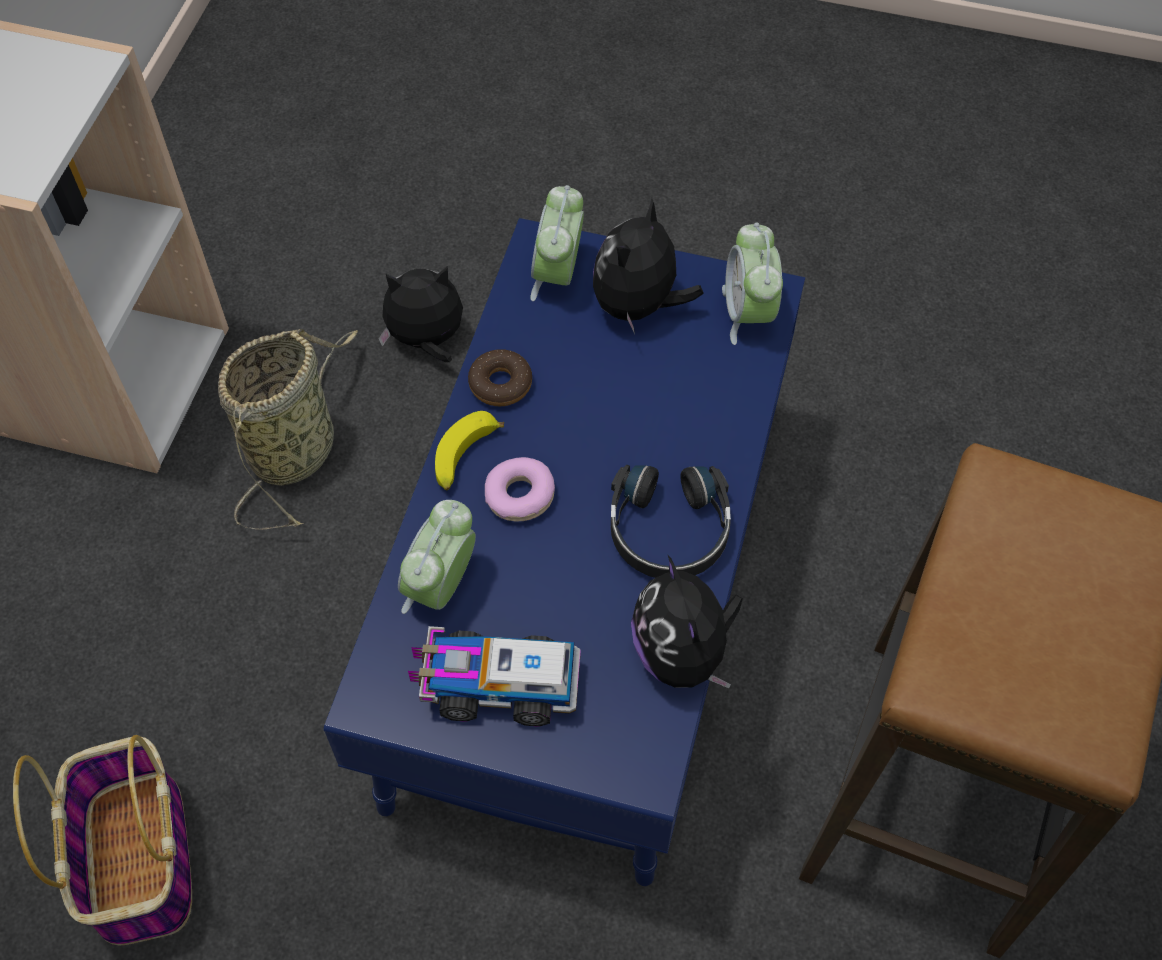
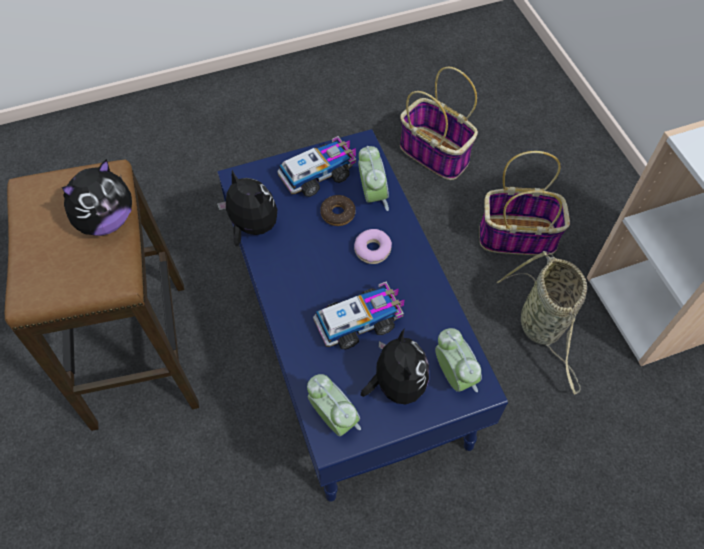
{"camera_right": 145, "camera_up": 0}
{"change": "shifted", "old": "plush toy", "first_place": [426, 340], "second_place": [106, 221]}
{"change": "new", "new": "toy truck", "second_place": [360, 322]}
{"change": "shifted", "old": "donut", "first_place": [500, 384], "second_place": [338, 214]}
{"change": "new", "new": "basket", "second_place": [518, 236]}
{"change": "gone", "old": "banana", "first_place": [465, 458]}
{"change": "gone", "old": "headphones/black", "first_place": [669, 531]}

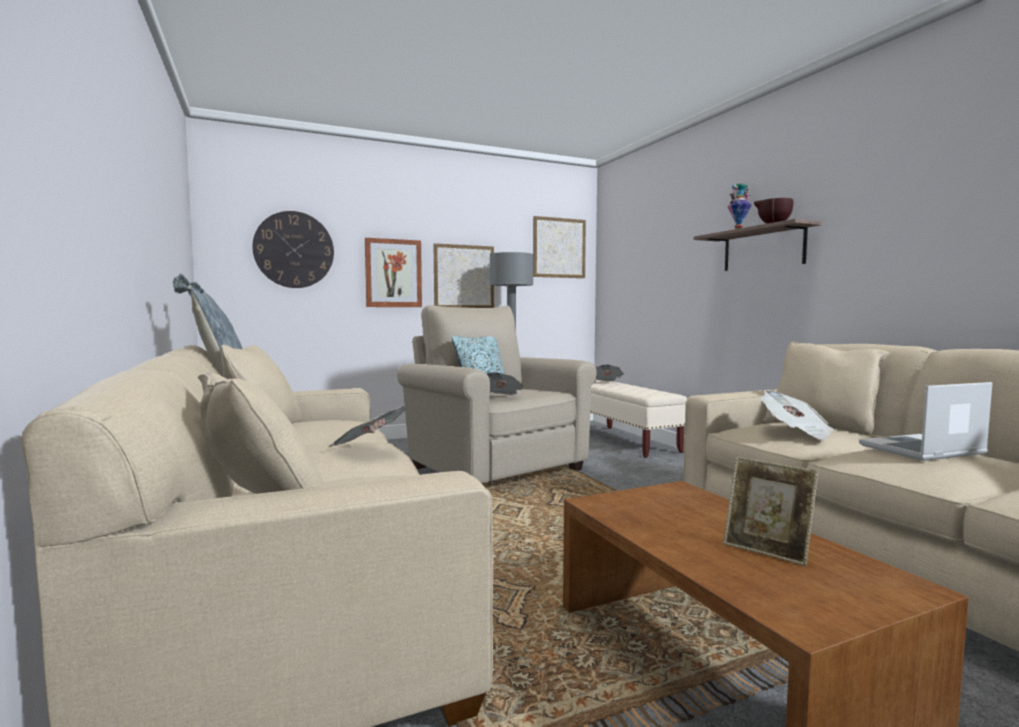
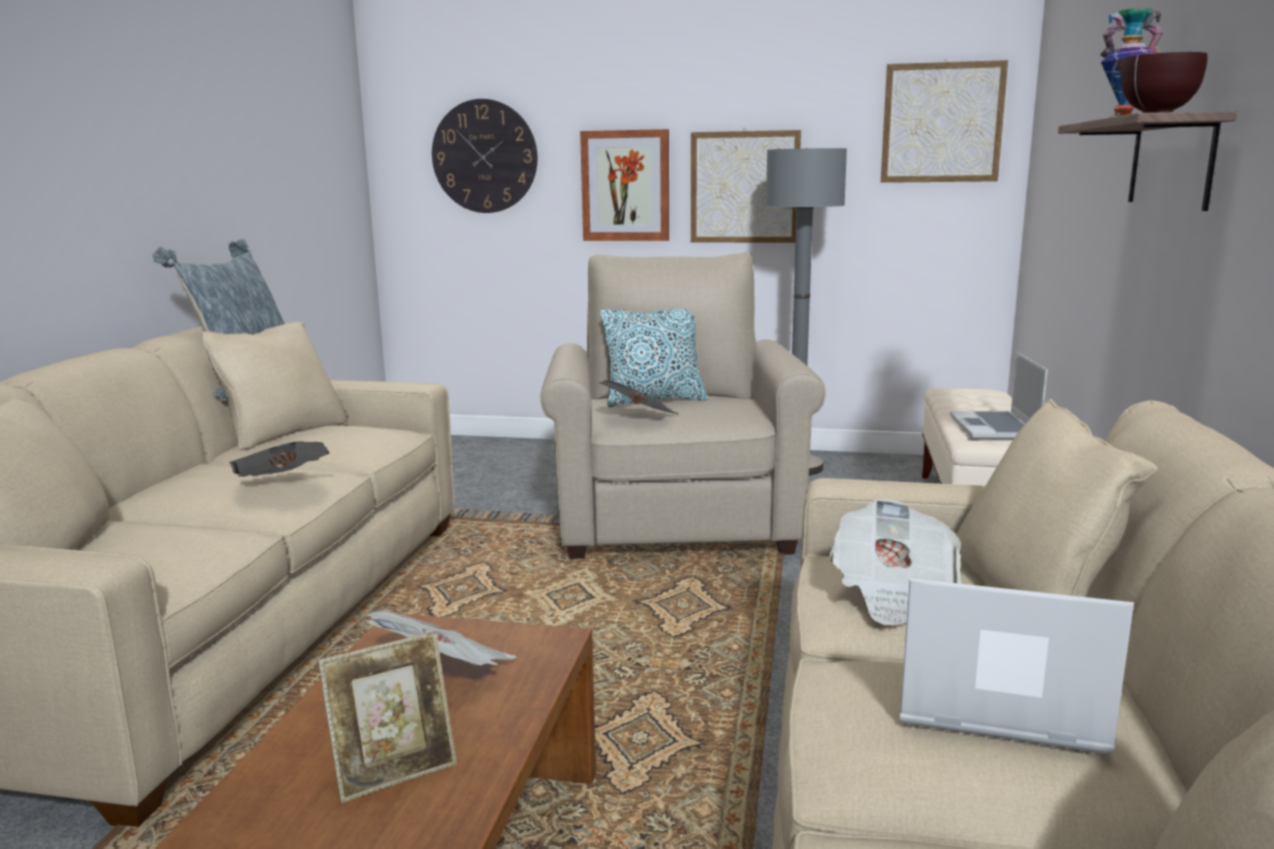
{"camera_right": 35, "camera_up": 10}
{"change": "rotated", "old": "picture frame", "first_place": [767, 550], "second_place": [395, 771], "degrees": -105}
{"change": "shifted", "old": "newspaper", "first_place": [606, 383], "second_place": [445, 673]}
{"change": "new", "new": "laptop", "second_place": [995, 428]}

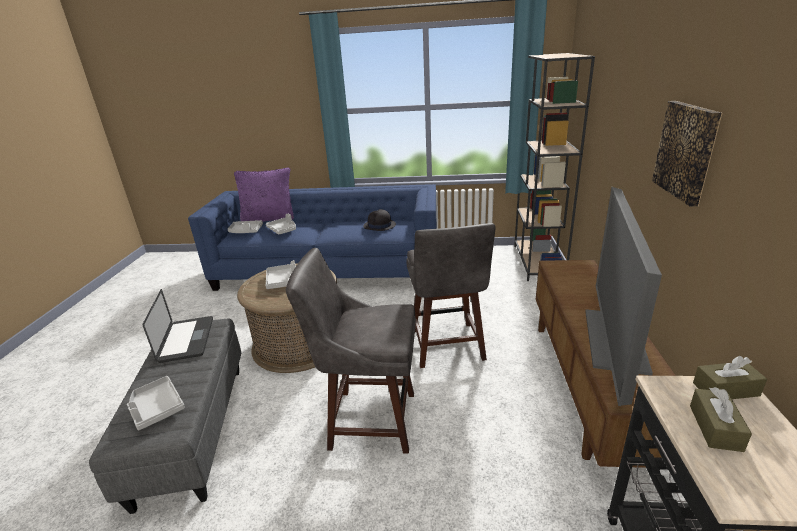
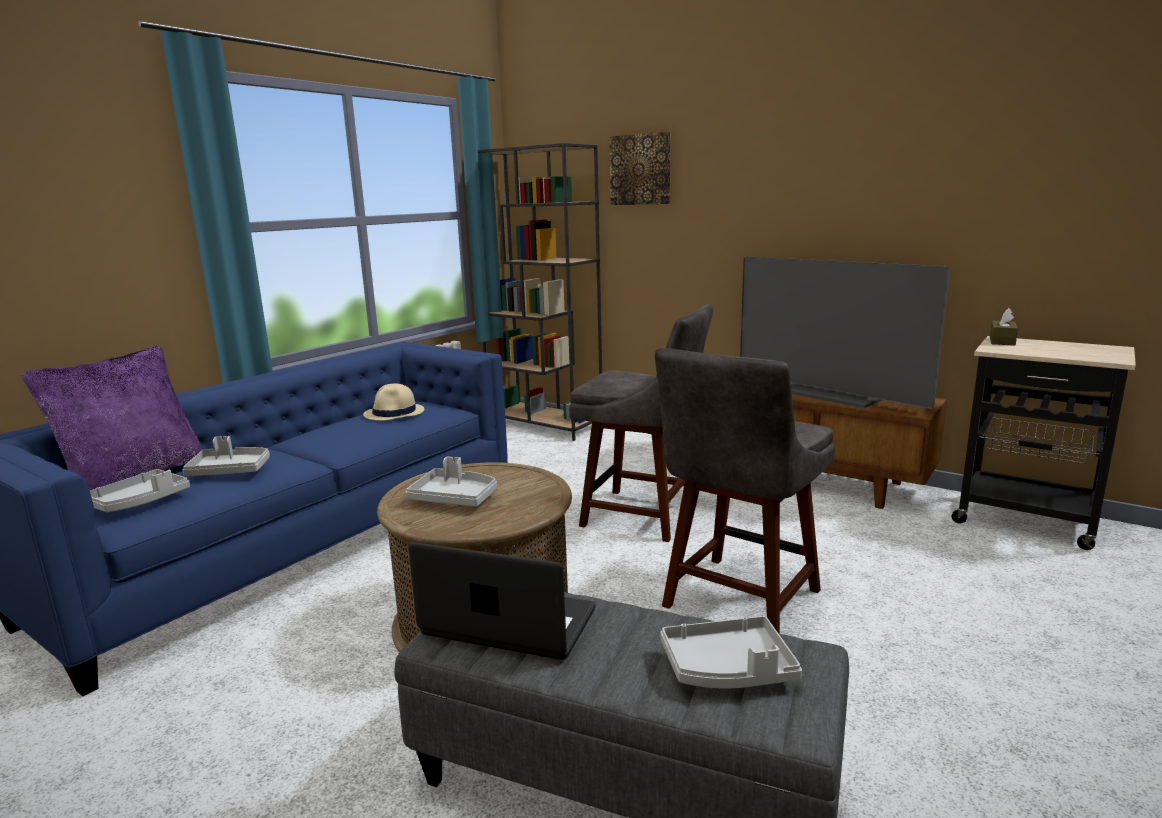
{"camera_right": -60, "camera_up": -10}
{"change": "repainted", "old": "hat/black", "new": "hat/beige", "first_place": [379, 226], "second_place": [394, 413]}
{"change": "shifted", "old": "picture", "first_place": [686, 151], "second_place": [641, 169]}
{"change": "gone", "old": "tissue box/brown", "first_place": [715, 427]}

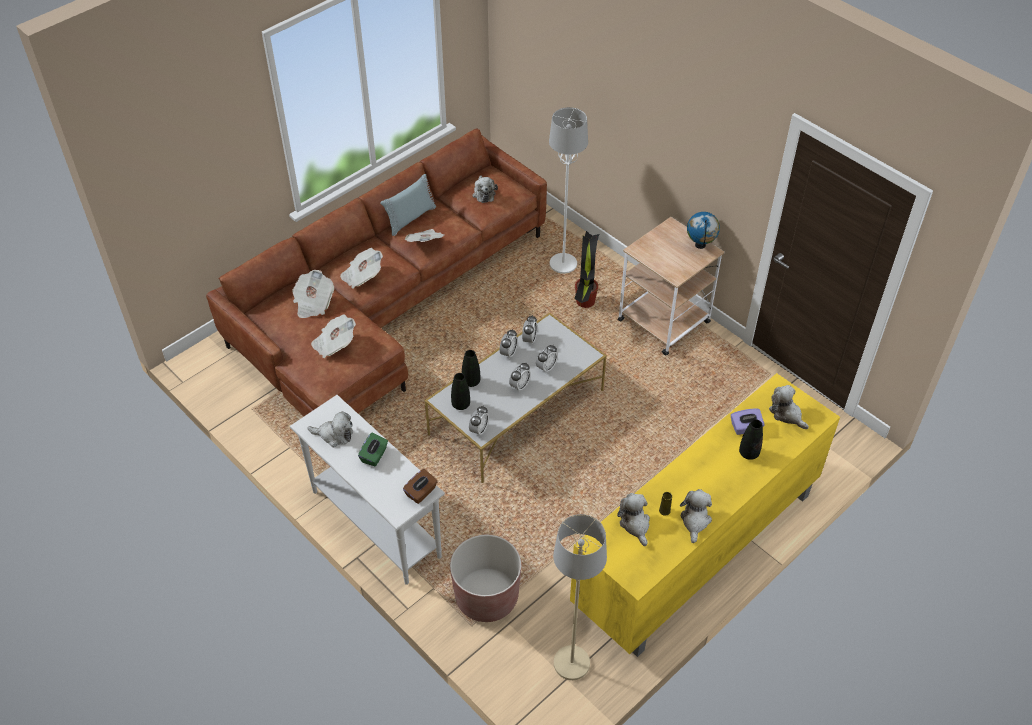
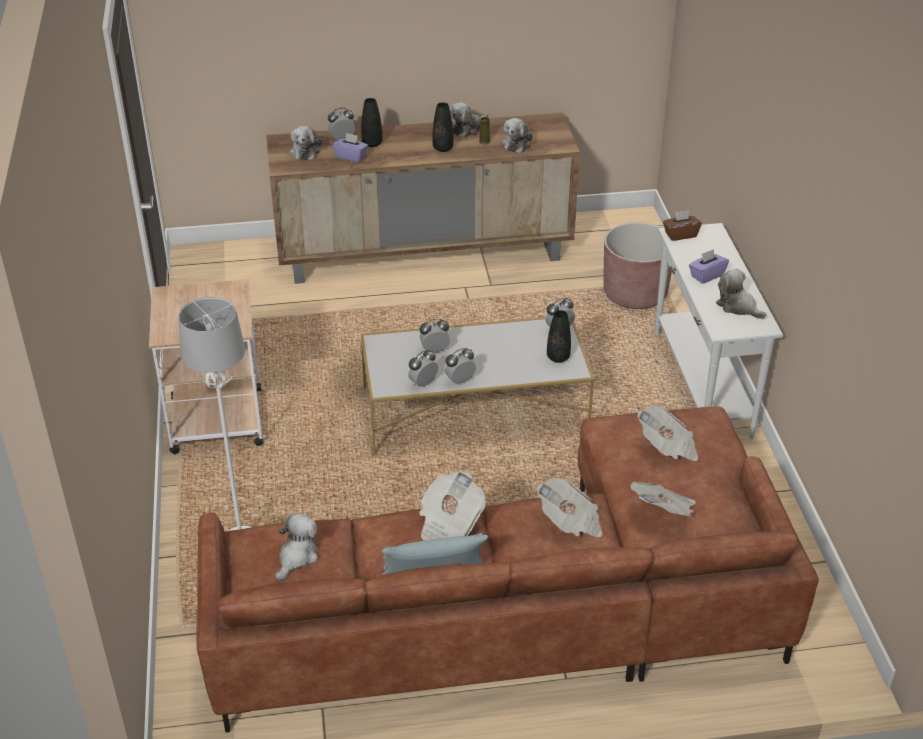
{"camera_right": -145, "camera_up": -10}
{"change": "repainted", "old": "tv stand/yellow", "new": "tv stand/brown", "first_place": [696, 549], "second_place": [424, 249]}
{"change": "shifted", "old": "alarm clock", "first_place": [519, 386], "second_place": [342, 139]}
{"change": "shifted", "old": "vase/black", "first_place": [471, 382], "second_place": [443, 148]}
{"change": "repainted", "old": "tissue box/green", "new": "tissue box/purple", "first_place": [374, 456], "second_place": [706, 275]}
{"change": "gone", "old": "floor lamp/beige", "first_place": [571, 663]}
{"change": "gone", "old": "potted plant", "first_place": [585, 302]}
{"change": "gone", "old": "globe", "first_place": [700, 245]}

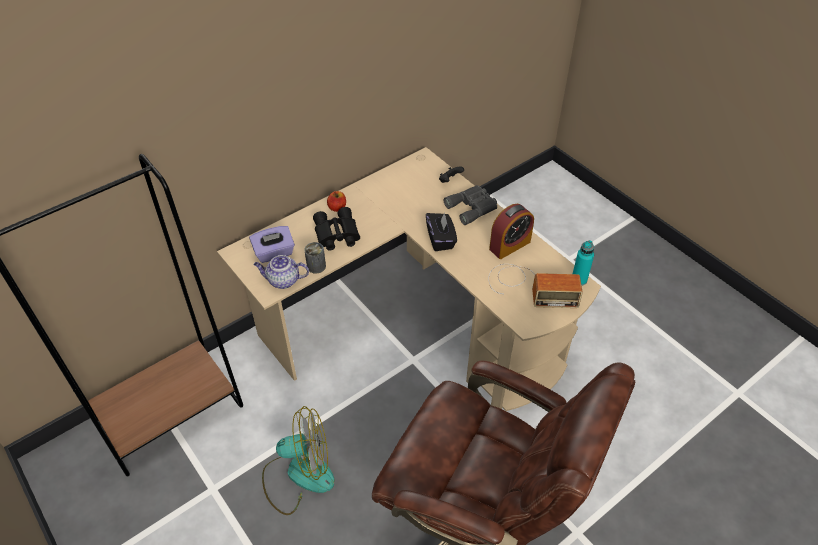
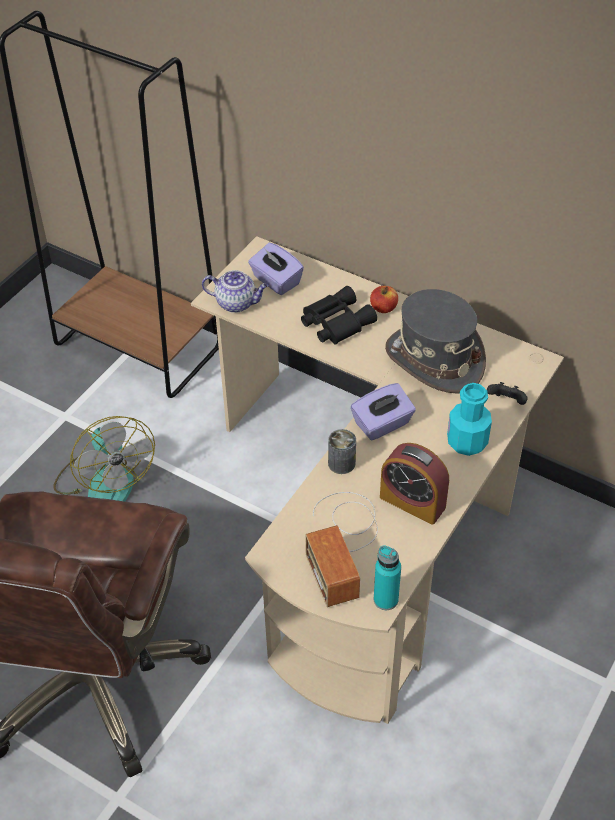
{"camera_right": 70, "camera_up": 0}
{"change": "rotated", "old": "teapot", "first_place": [283, 281], "second_place": [237, 303], "degrees": 120}
{"change": "shifted", "old": "can", "first_place": [316, 266], "second_place": [341, 463]}
{"change": "repainted", "old": "tissue box/black", "new": "tissue box/purple", "first_place": [440, 239], "second_place": [382, 424]}
{"change": "new", "new": "hat/grey", "second_place": [434, 360]}
{"change": "swapped", "old": "binoculars/grey", "new": "bottle/turquoise", "first_place": [473, 207], "second_place": [467, 442]}

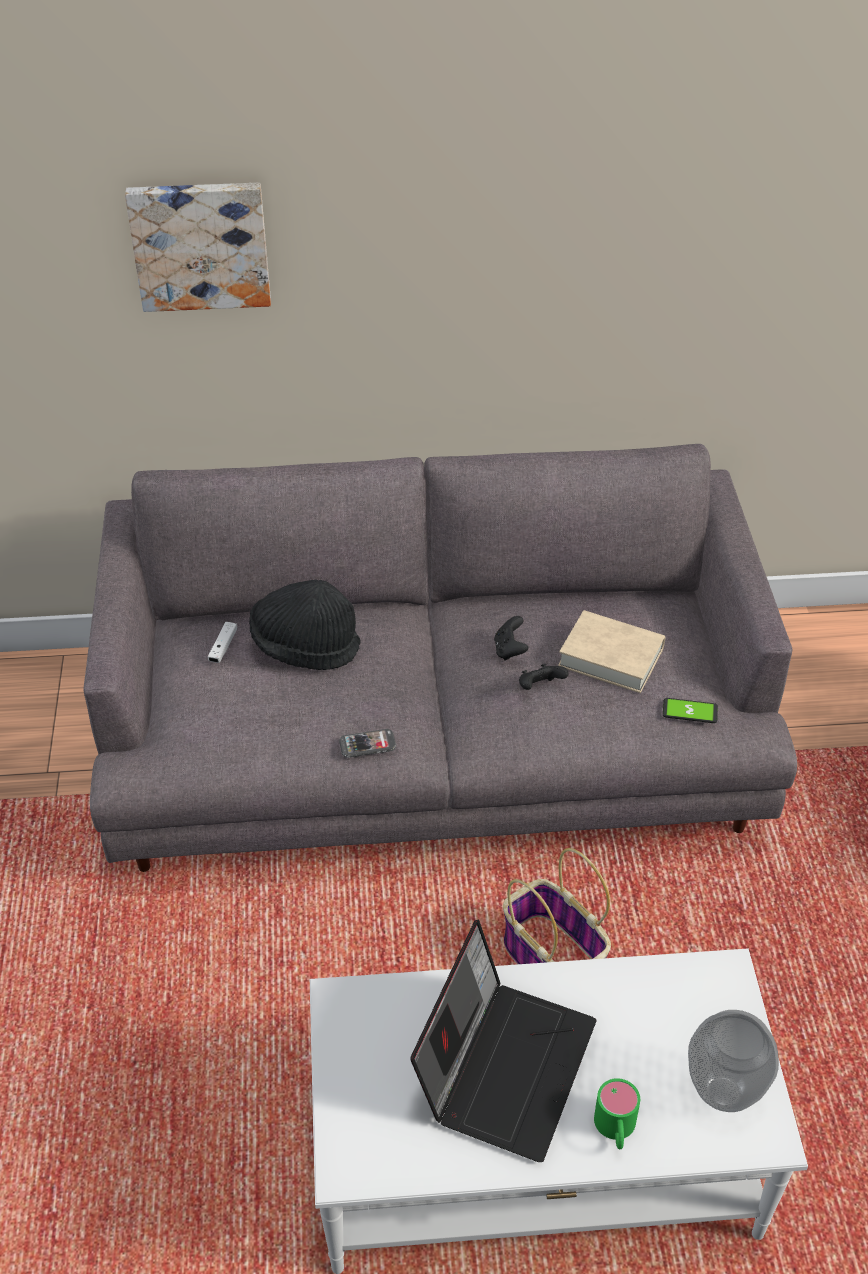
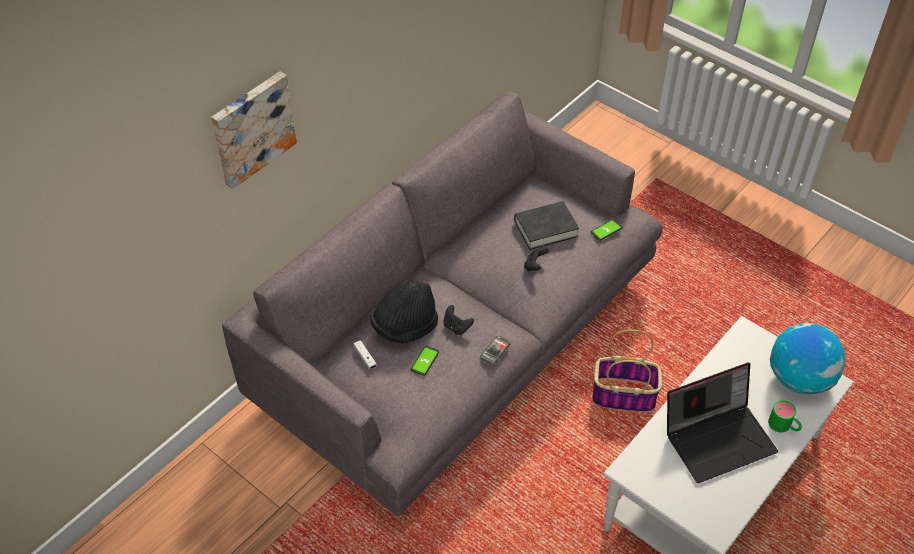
{"camera_right": -45, "camera_up": 5}
{"change": "new", "new": "phone", "second_place": [424, 361]}
{"change": "shifted", "old": "game controller/black", "first_place": [510, 650], "second_place": [456, 327]}
{"change": "repainted", "old": "book/beige", "new": "book/black", "first_place": [611, 657], "second_place": [545, 229]}
{"change": "rotated", "old": "laptop", "first_place": [504, 1064], "second_place": [718, 438], "degrees": 90}
{"change": "swapped", "old": "vase", "new": "globe", "first_place": [722, 1092], "second_place": [799, 379]}

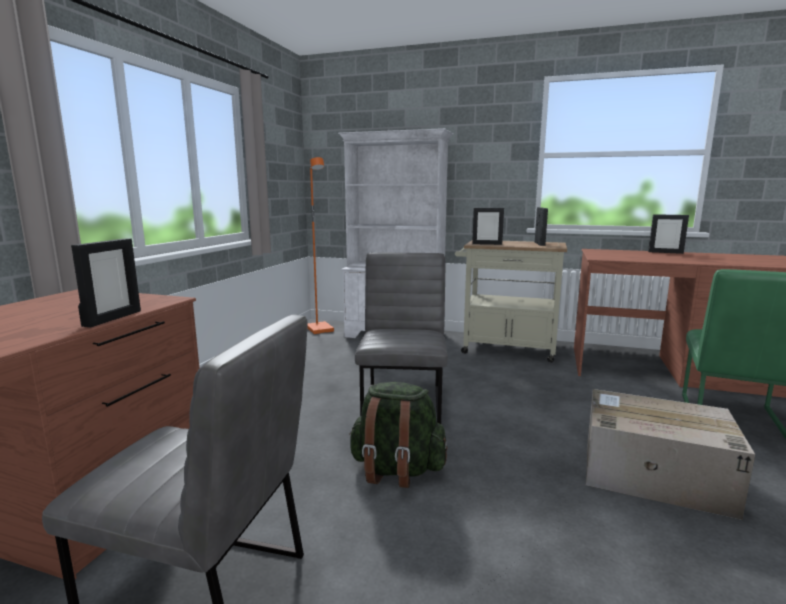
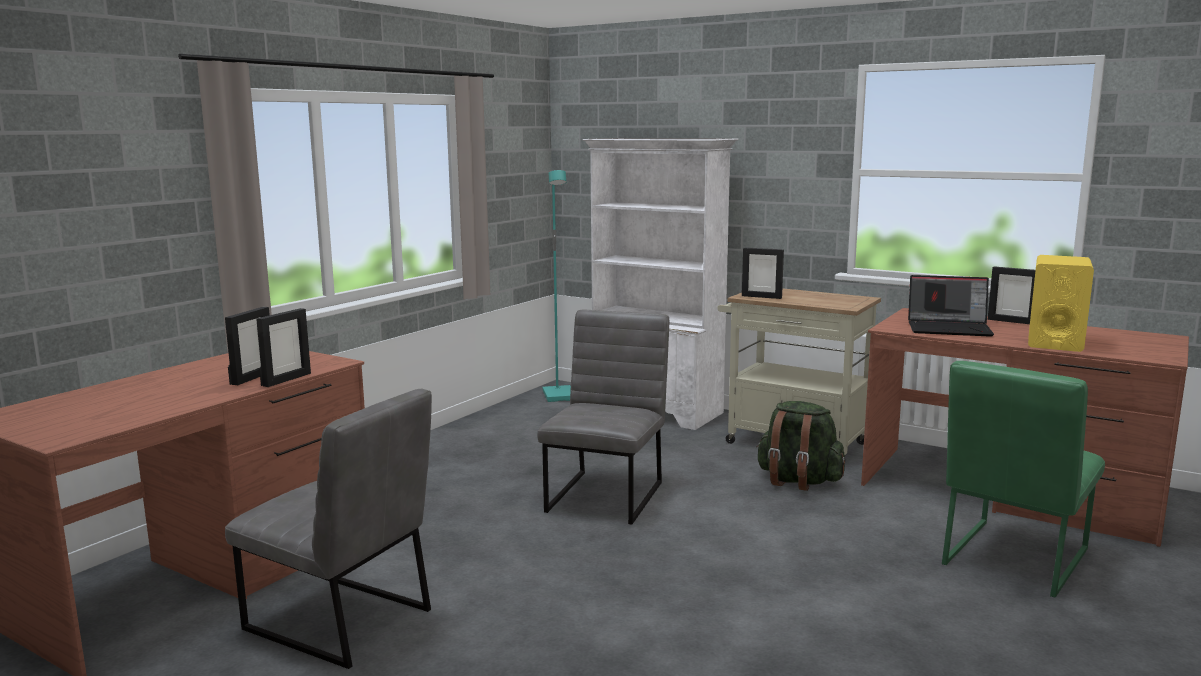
{"camera_right": 15, "camera_up": 0}
{"change": "shifted", "old": "picture frame", "first_place": [539, 244], "second_place": [252, 377]}
{"change": "repainted", "old": "floor lamp/orange", "new": "floor lamp/turquoise", "first_place": [320, 329], "second_place": [560, 396]}
{"change": "shifted", "old": "backpack/green", "first_place": [396, 470], "second_place": [798, 481]}
{"change": "new", "new": "laptop", "second_place": [950, 328]}
{"change": "new", "new": "speaker/yellow", "second_place": [1055, 342]}
{"change": "gone", "old": "cardboard box", "first_place": [652, 474]}

